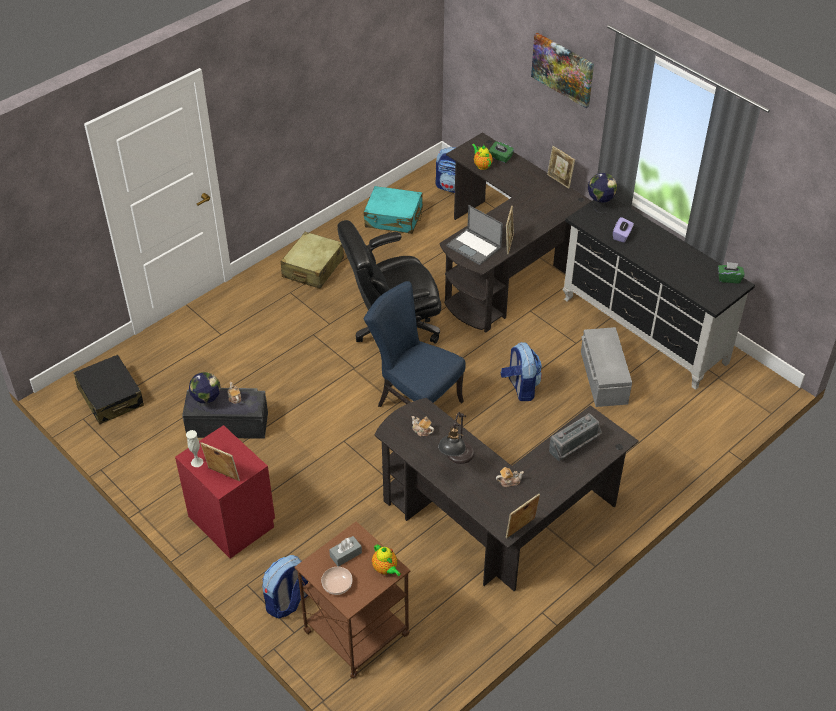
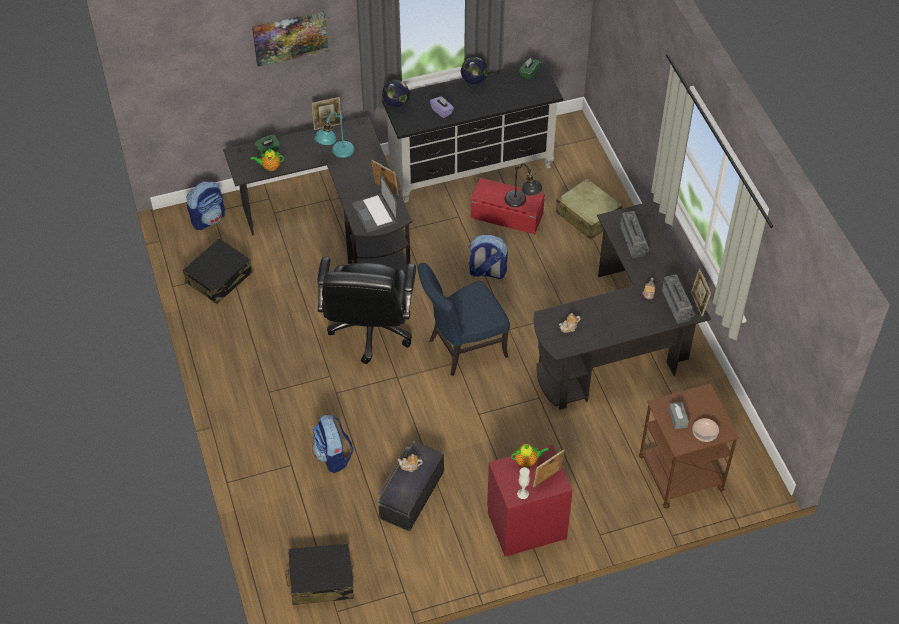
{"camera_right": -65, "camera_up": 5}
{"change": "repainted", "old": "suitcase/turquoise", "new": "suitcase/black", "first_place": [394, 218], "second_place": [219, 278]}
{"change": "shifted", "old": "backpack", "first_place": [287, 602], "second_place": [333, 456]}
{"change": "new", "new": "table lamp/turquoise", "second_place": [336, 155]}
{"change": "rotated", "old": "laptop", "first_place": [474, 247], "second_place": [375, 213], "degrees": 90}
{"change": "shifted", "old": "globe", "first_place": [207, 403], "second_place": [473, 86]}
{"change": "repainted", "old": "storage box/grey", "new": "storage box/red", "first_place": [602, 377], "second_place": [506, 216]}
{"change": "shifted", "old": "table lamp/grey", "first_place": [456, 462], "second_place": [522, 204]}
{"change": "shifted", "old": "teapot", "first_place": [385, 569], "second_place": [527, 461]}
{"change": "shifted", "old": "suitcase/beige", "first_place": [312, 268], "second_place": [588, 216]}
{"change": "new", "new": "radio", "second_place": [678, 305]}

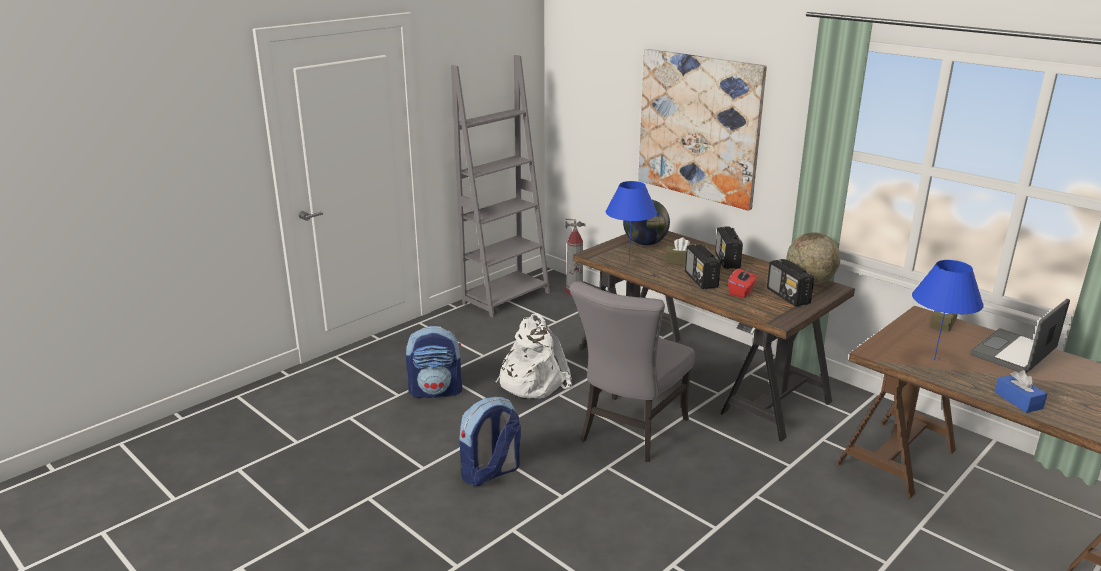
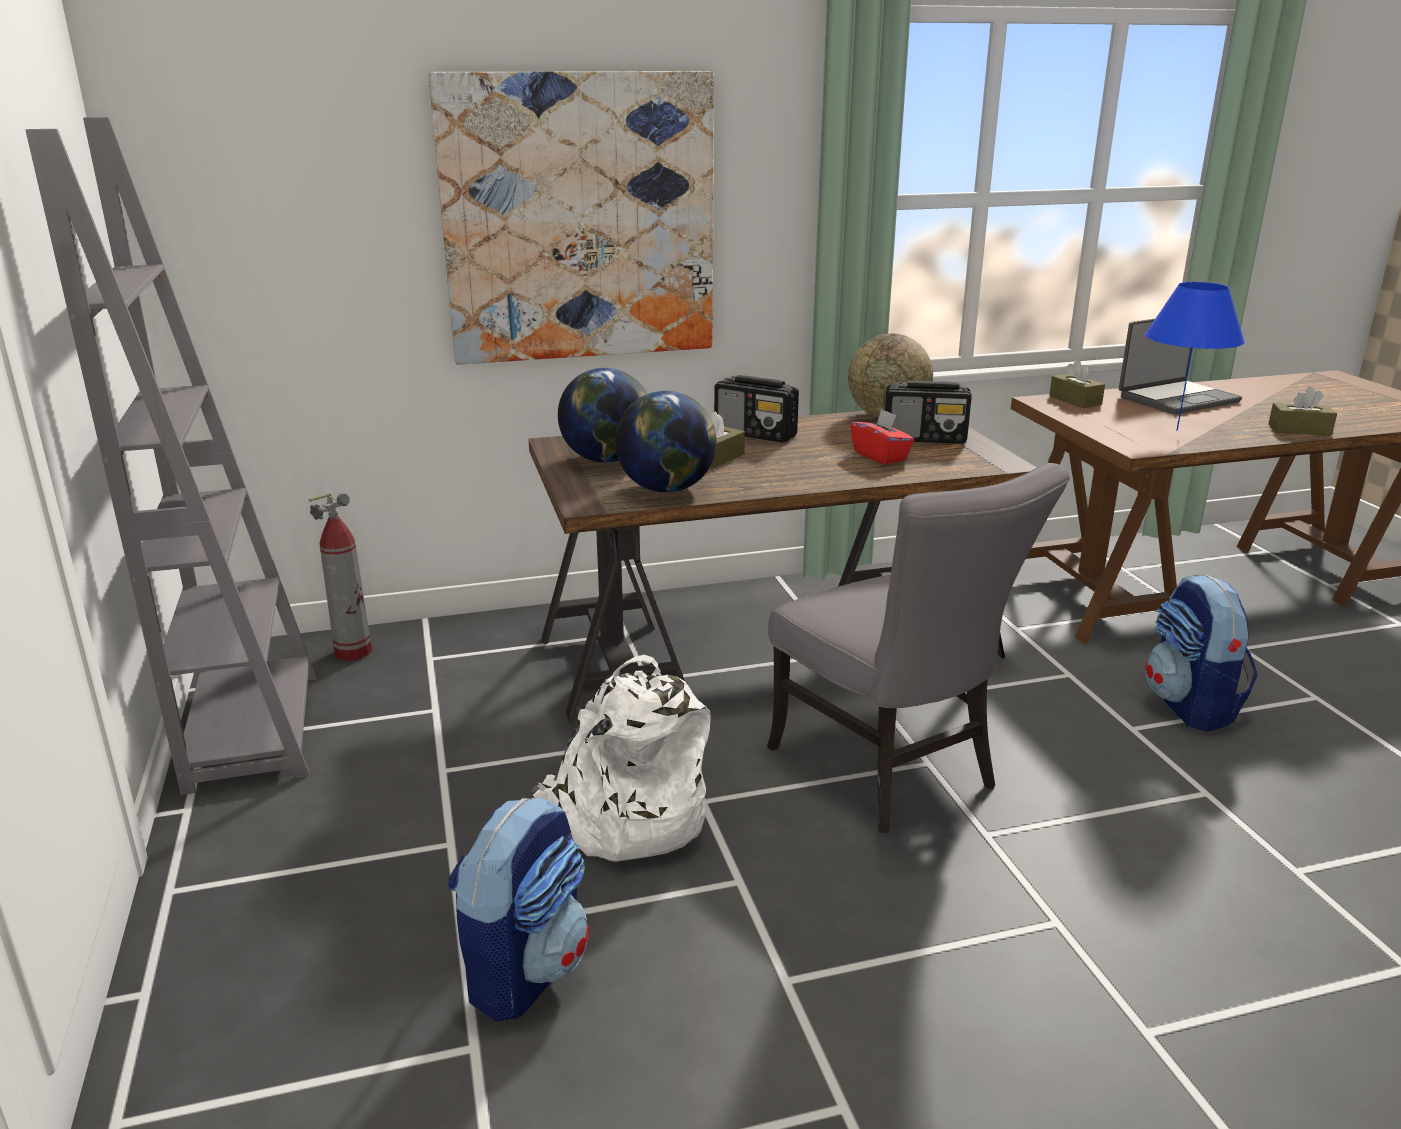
{"camera_right": -60, "camera_up": 0}
{"change": "swapped", "old": "table lamp/blue", "new": "globe", "first_place": [629, 262], "second_place": [667, 489]}
{"change": "rotated", "old": "laptop", "first_place": [1014, 353], "second_place": [1176, 399], "degrees": -105}
{"change": "shifted", "old": "backpack", "first_place": [490, 473], "second_place": [1190, 706]}
{"change": "repainted", "old": "tissue box/blue", "new": "tissue box/brown", "first_place": [1018, 400], "second_place": [1299, 430]}
{"change": "gone", "old": "radio", "first_place": [701, 280]}

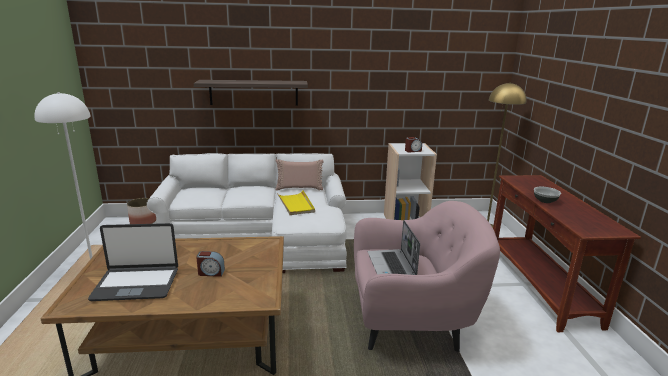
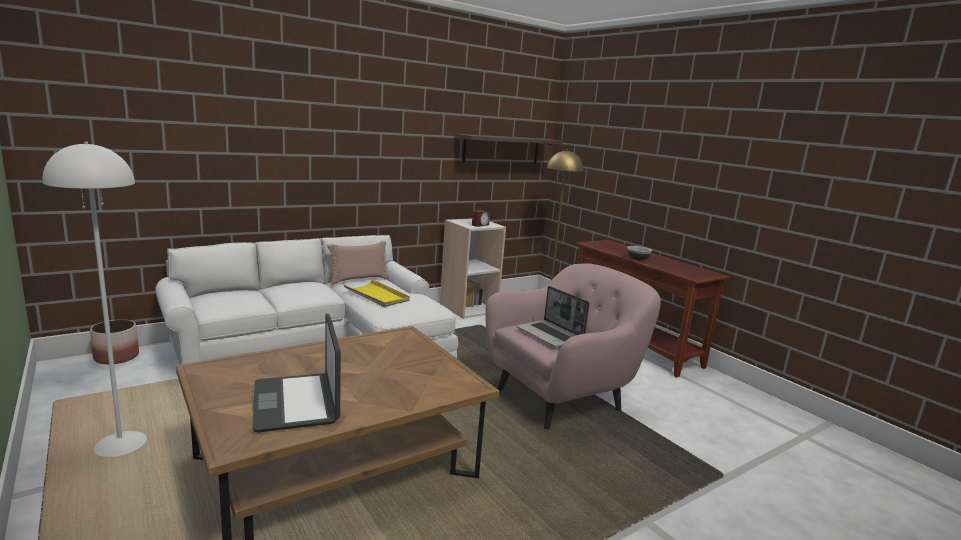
{"camera_right": -30, "camera_up": -5}
{"change": "rotated", "old": "laptop", "first_place": [136, 284], "second_place": [297, 403], "degrees": 105}
{"change": "shifted", "old": "shelf", "first_place": [254, 92], "second_place": [501, 149]}
{"change": "gone", "old": "alarm clock", "first_place": [211, 272]}

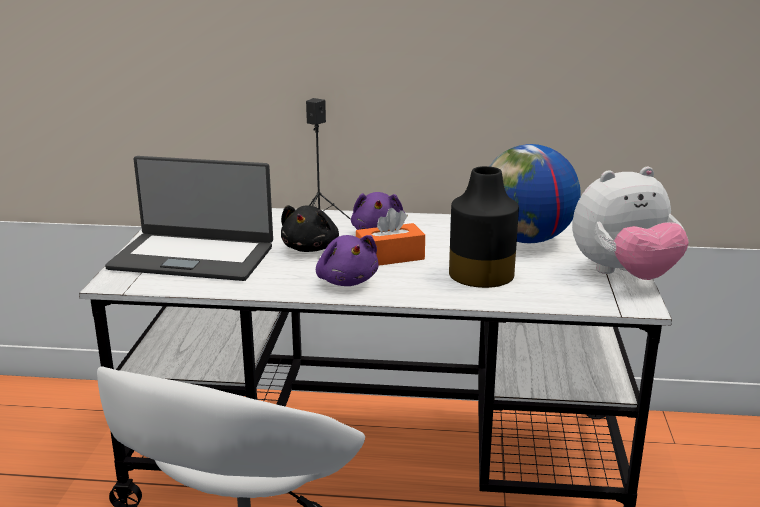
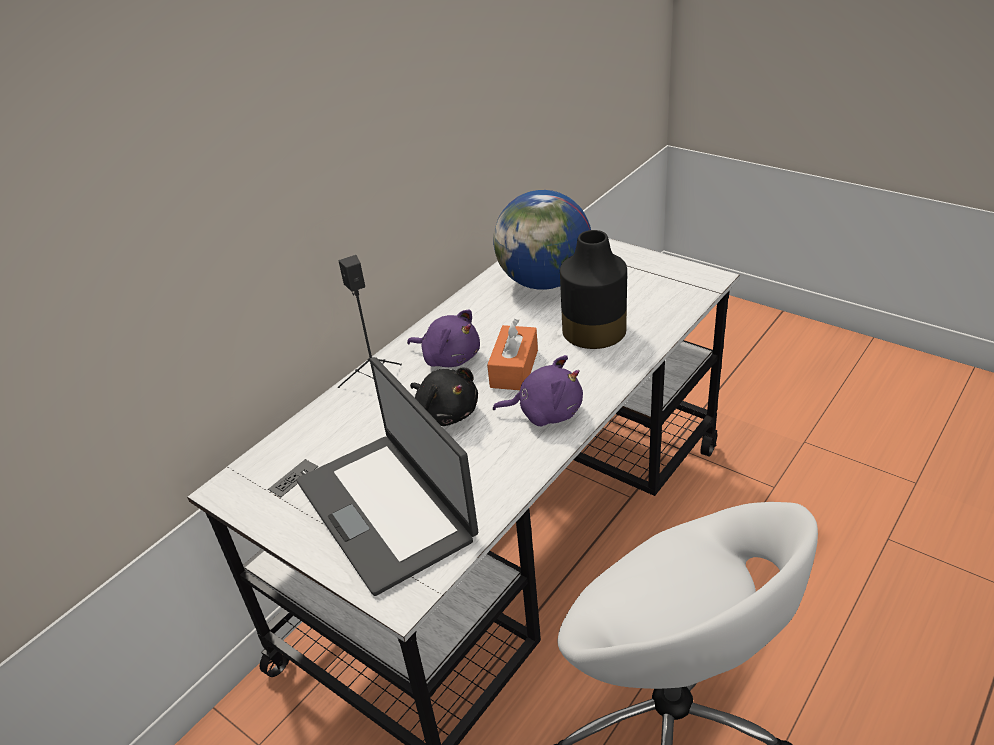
{"camera_right": -55, "camera_up": 15}
{"change": "rotated", "old": "laptop", "first_place": [193, 257], "second_place": [387, 509], "degrees": 105}
{"change": "gone", "old": "plush toy", "first_place": [624, 275]}

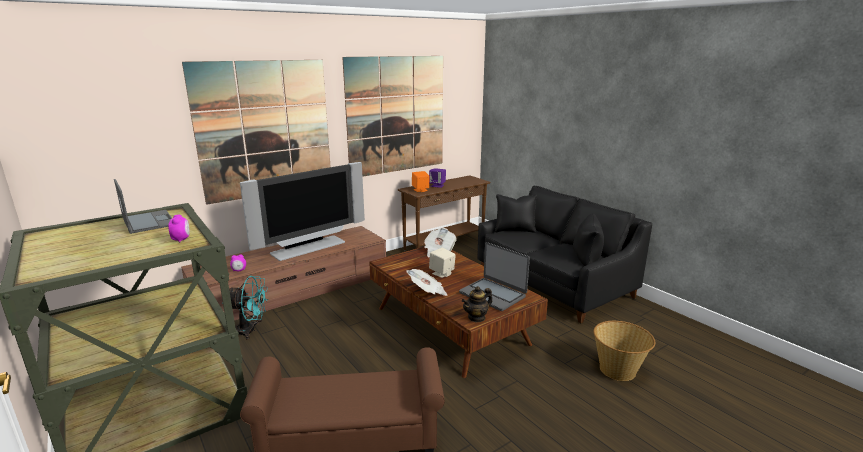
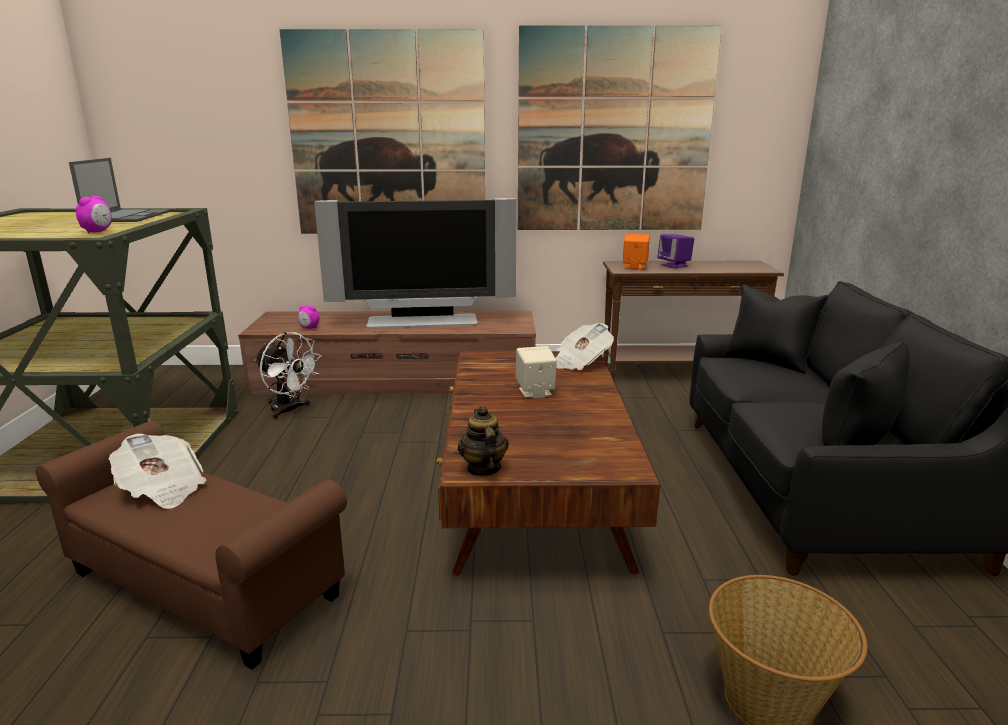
{"camera_right": 35, "camera_up": 0}
{"change": "shifted", "old": "newspaper", "first_place": [427, 292], "second_place": [162, 489]}
{"change": "repainted", "old": "fan/turquoise", "new": "fan/white", "first_place": [250, 330], "second_place": [289, 410]}
{"change": "rotated", "old": "teapot", "first_place": [476, 317], "second_place": [483, 469], "degrees": 75}
{"change": "gone", "old": "laptop", "first_place": [493, 294]}

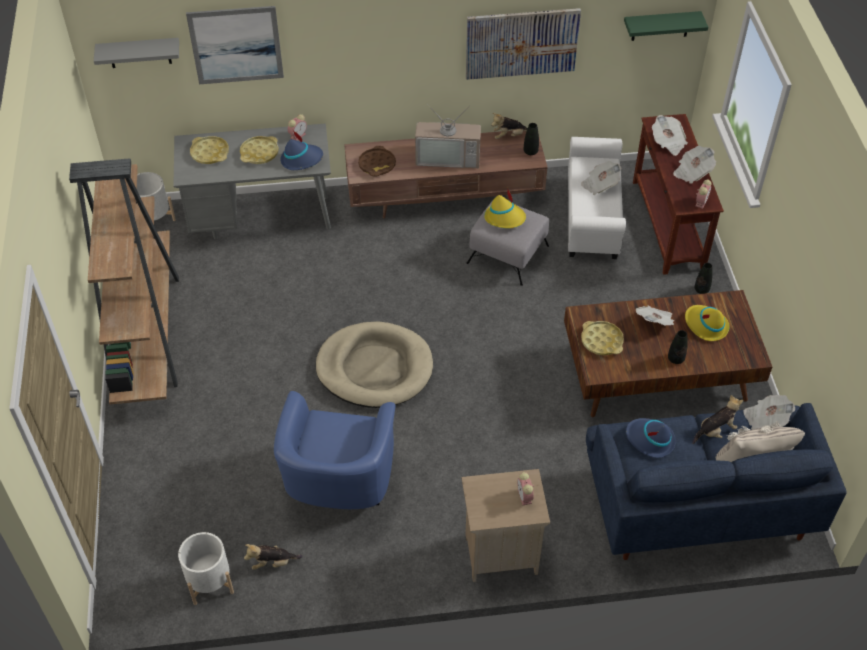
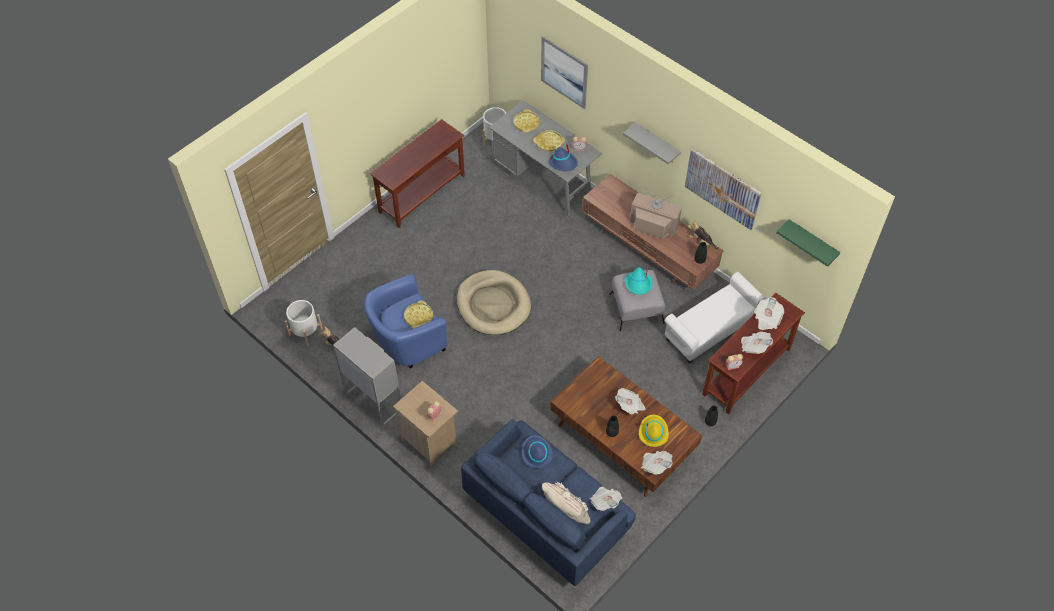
{"camera_right": 50, "camera_up": 5}
{"change": "new", "new": "cabinet/grey", "second_place": [374, 400]}
{"change": "swapped", "old": "bookcase/brown", "new": "console table/brown", "first_place": [146, 331], "second_place": [422, 193]}
{"change": "shifted", "old": "tray/yellow", "first_place": [601, 341], "second_place": [418, 317]}
{"change": "shifted", "old": "shelf/grey", "first_place": [139, 53], "second_place": [657, 144]}
{"change": "repainted", "old": "hat/yellow", "new": "hat/turquoise", "first_place": [505, 218], "second_place": [638, 284]}
{"change": "rotated", "old": "television", "first_place": [448, 156], "second_place": [652, 225], "degrees": 150}
{"change": "shifted", "old": "newspaper", "first_place": [600, 185], "second_place": [655, 465]}
{"change": "gone", "old": "tray/brown", "first_place": [377, 164]}
{"change": "gone", "old": "plush toy", "first_place": [715, 431]}

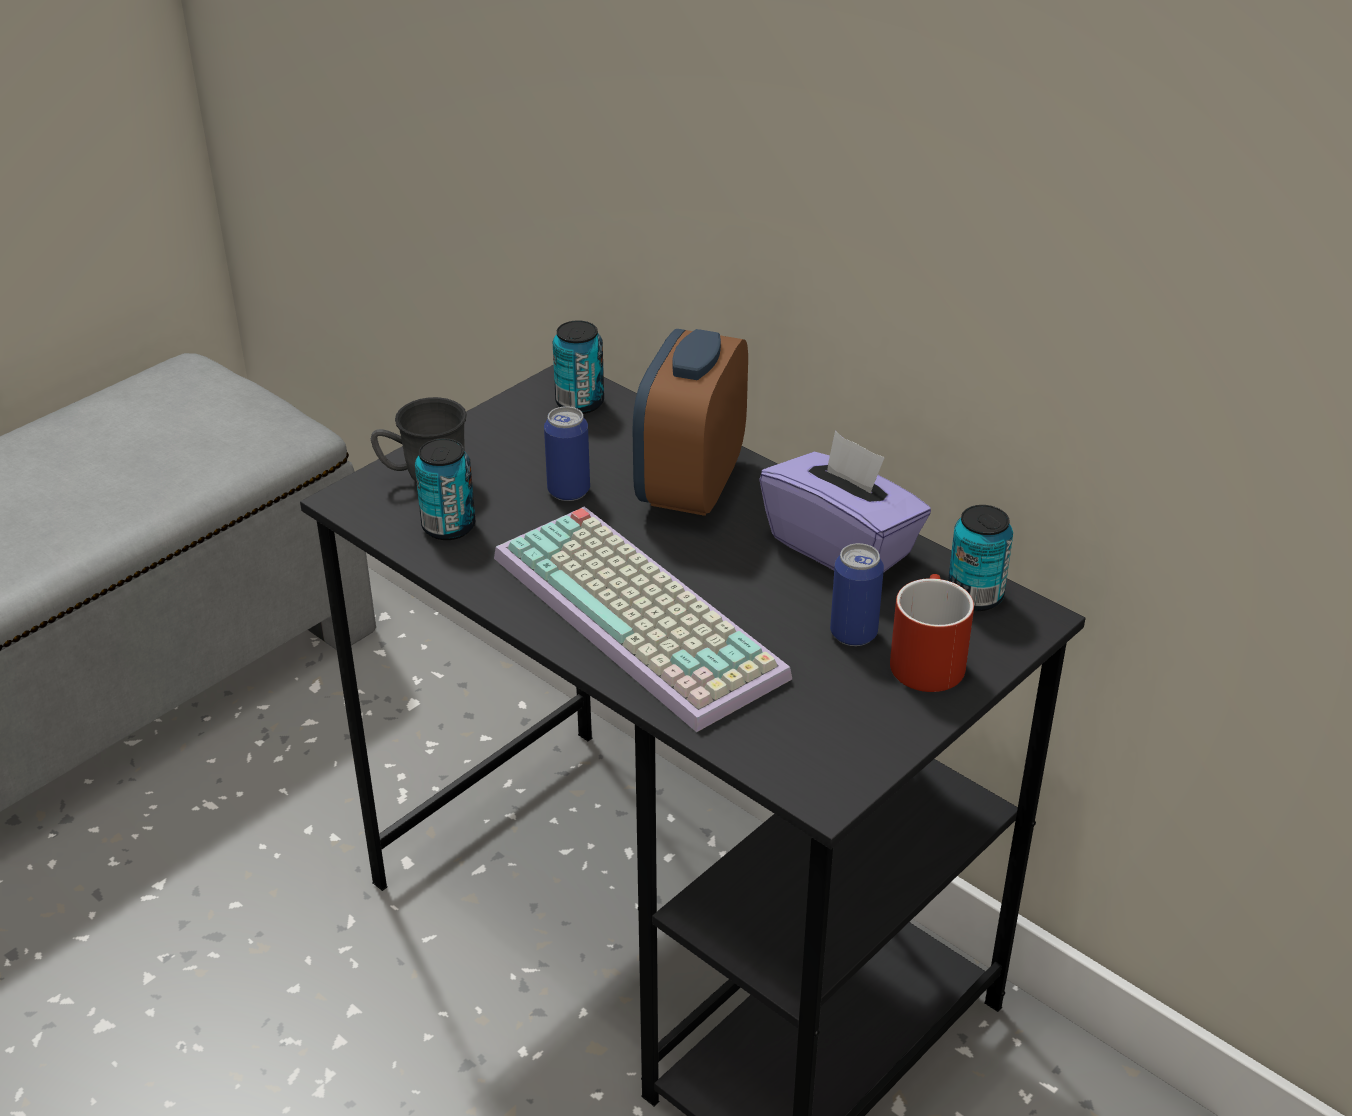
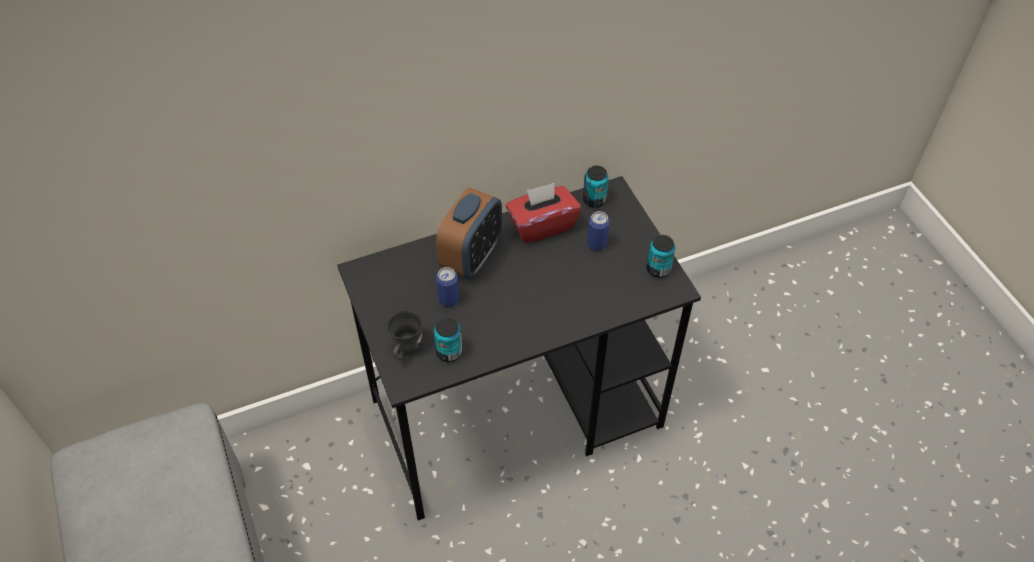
{"camera_right": -65, "camera_up": 15}
{"change": "rotated", "old": "alarm clock", "first_place": [690, 486], "second_place": [471, 257], "degrees": -105}
{"change": "repainted", "old": "tissue box/purple", "new": "tissue box/red", "first_place": [842, 546], "second_place": [542, 225]}
{"change": "shifted", "old": "can", "first_place": [579, 403], "second_place": [658, 269]}
{"change": "gone", "old": "keyboard", "first_place": [644, 616]}
{"change": "gone", "old": "mug/red", "first_place": [924, 657]}

